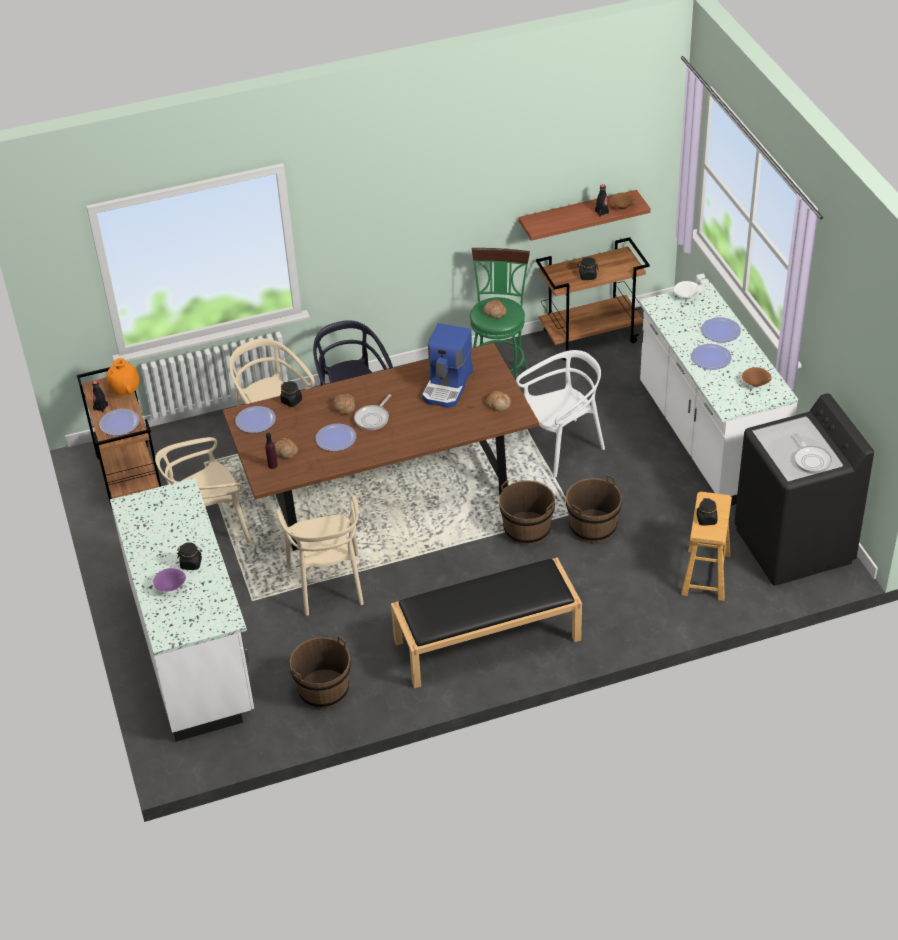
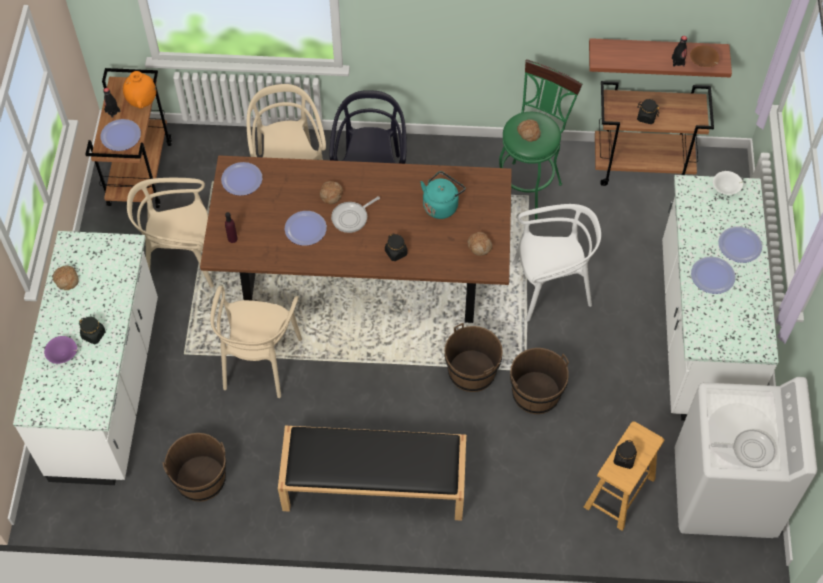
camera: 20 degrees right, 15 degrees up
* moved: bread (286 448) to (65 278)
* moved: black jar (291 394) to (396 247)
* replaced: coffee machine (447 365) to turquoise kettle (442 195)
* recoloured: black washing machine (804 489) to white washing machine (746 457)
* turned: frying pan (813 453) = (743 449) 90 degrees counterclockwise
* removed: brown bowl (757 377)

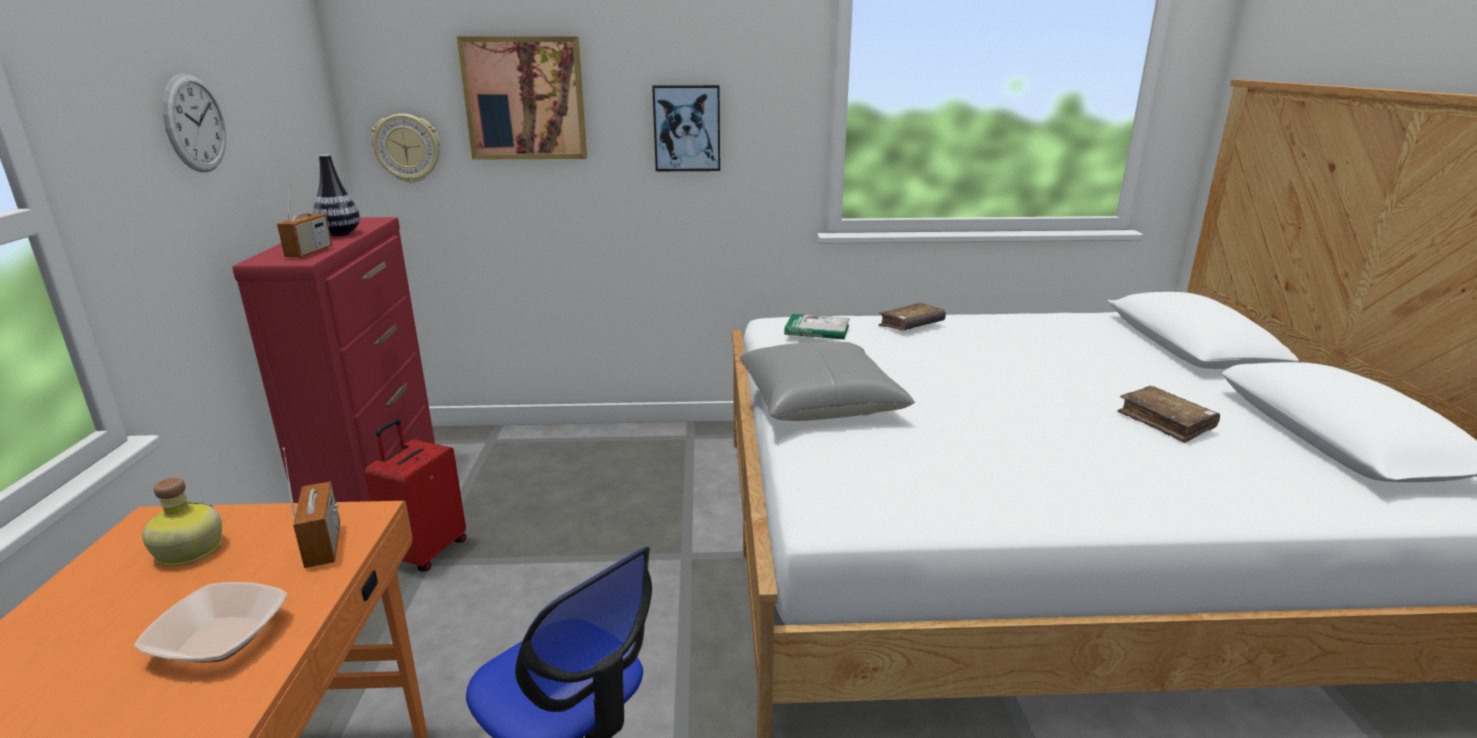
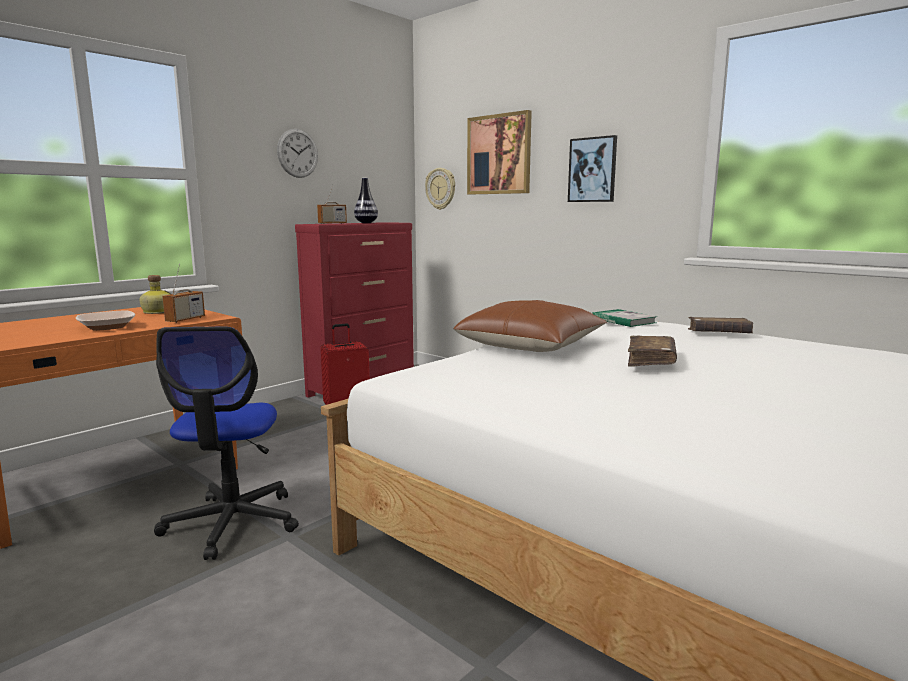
camera: 45 degrees right, 10 degrees down
* recoloured: grey pillow (827 381) to brown pillow (530 326)
* moved: brown book (1168 414) to (652 351)

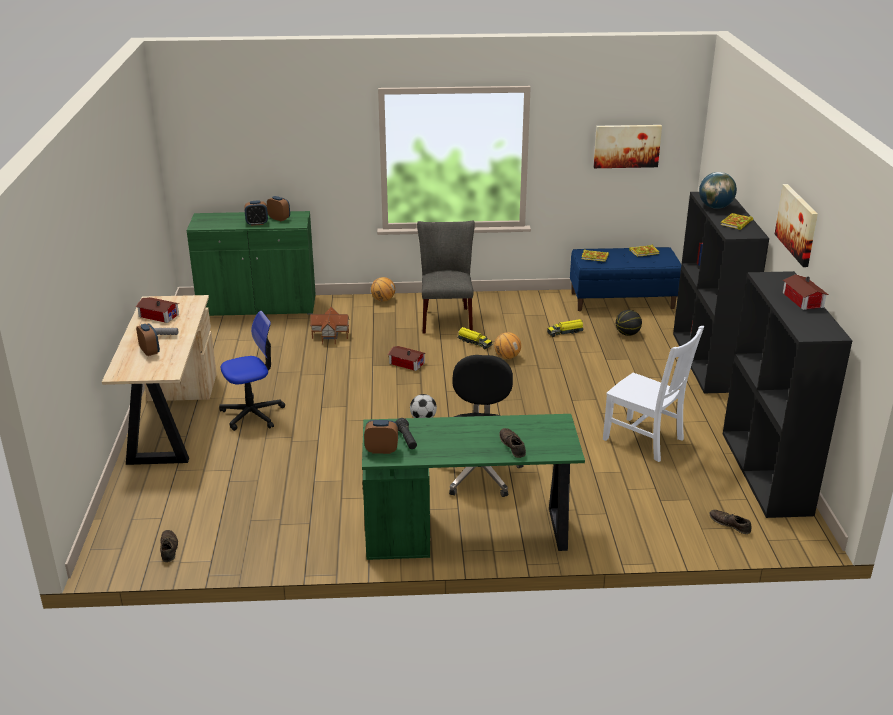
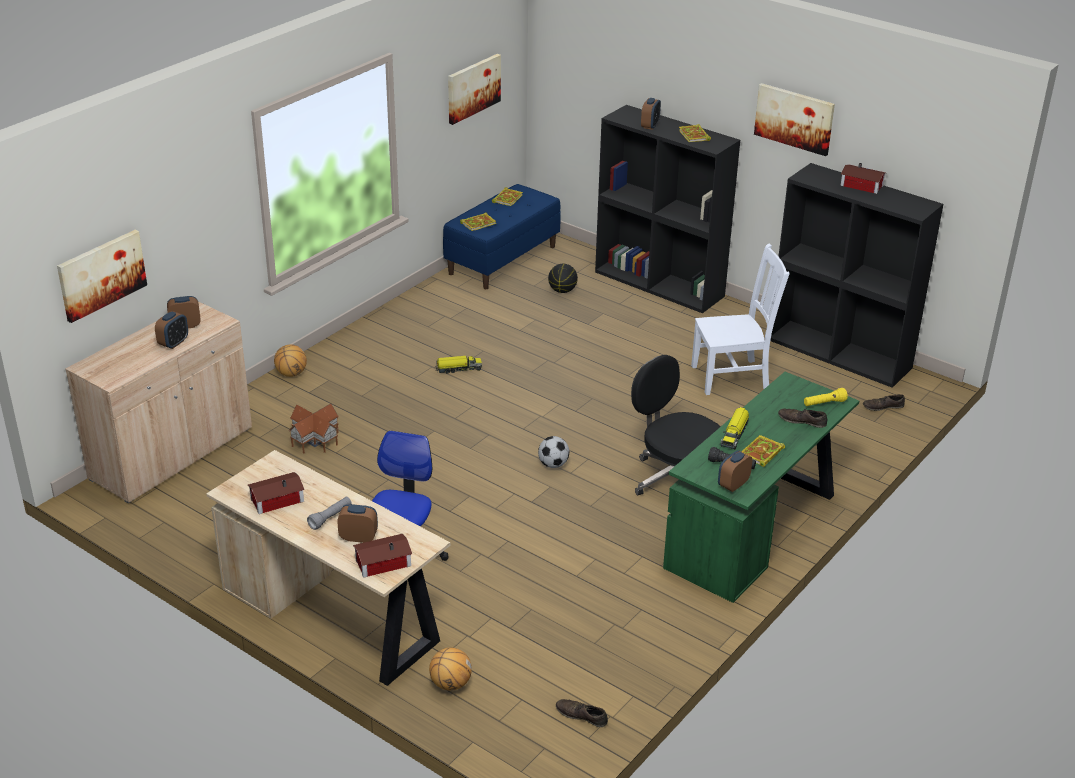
camera: 50 degrees left, 5 degrees up
* added: picture (102 276)
* recoloured: green cabinet (251 263) to beige cabinet (158 402)
* moved: toy house (407 358) to (382 556)
* moved: basketball (507 345) to (450 669)
* replaced: globe (718 190) to alarm clock (651 114)
* moved: toy truck (565 328) to (735 428)
* added: book (763 451)
* added: yellow flashlight (826 397)
* removed: grey chair (446 277)

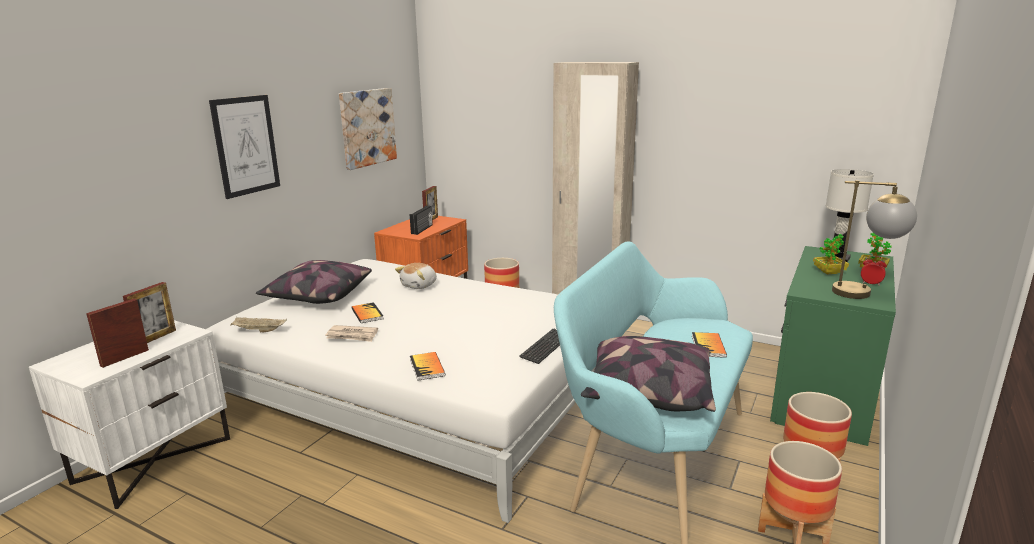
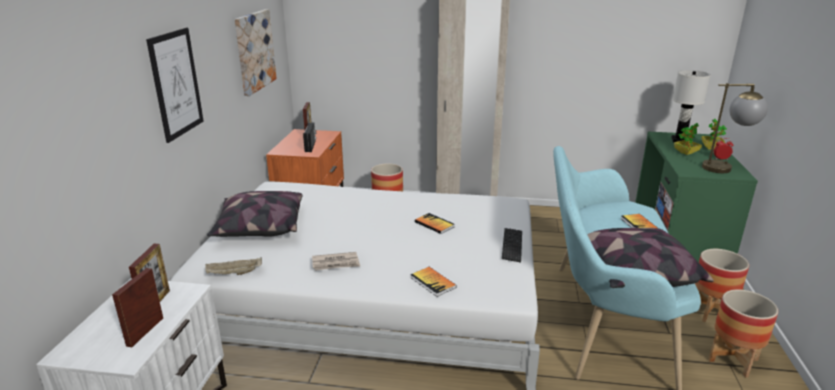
camera: 20 degrees left, 5 degrees up
* moved: book (367 312) to (434 223)
* removed: plush toy (416 276)

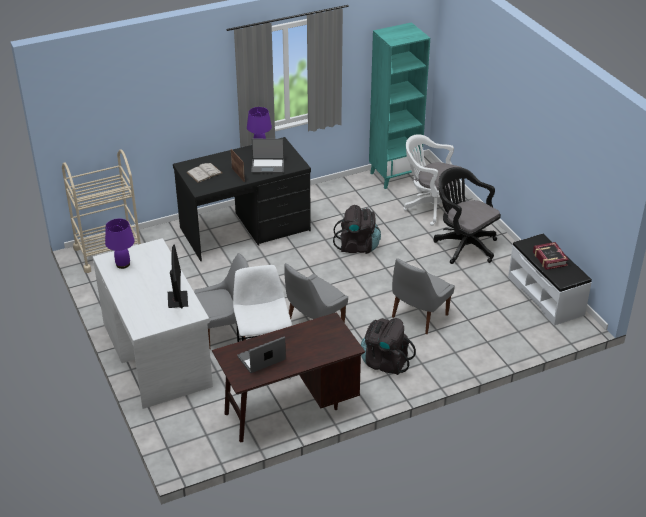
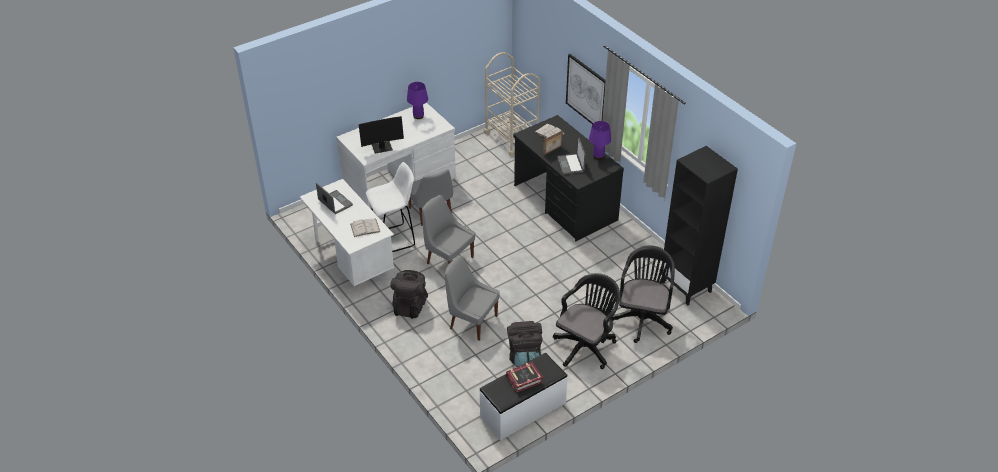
camera: 80 degrees right, 5 degrees up
* recoloured: brown desk (288 377) to white desk (347 232)
* added: white book (365 227)
* moved: black backpack (357 229) to (524 344)
* added: picture (586 89)
* recoloured: white office chair (432 180) to black office chair (643 294)
* recoloured: turquoise bookcase (399 105) to black bookcase (700 225)

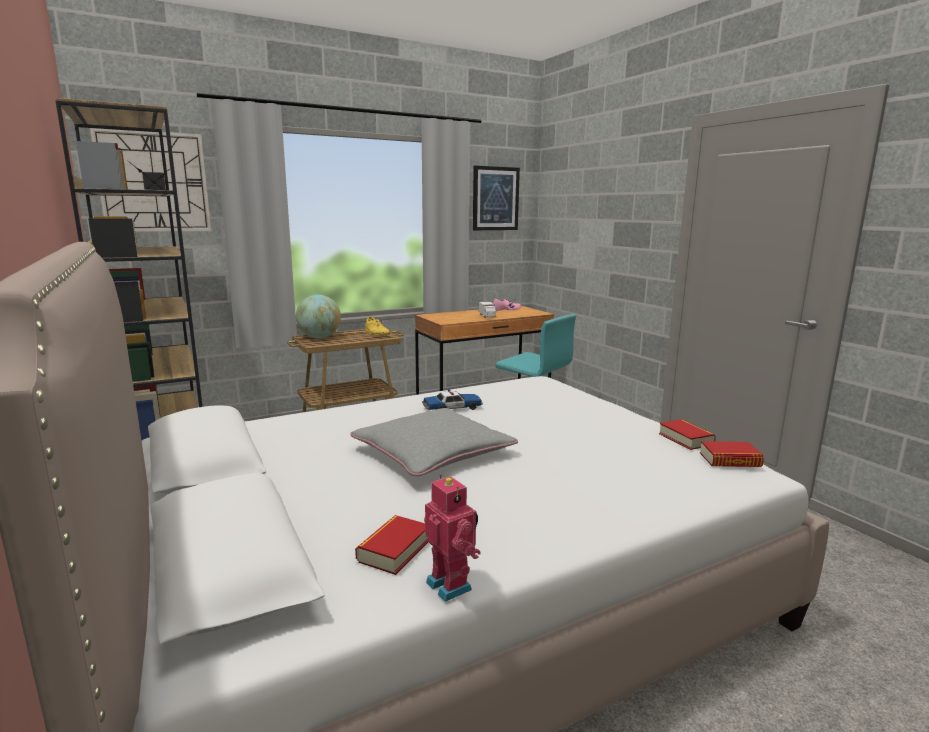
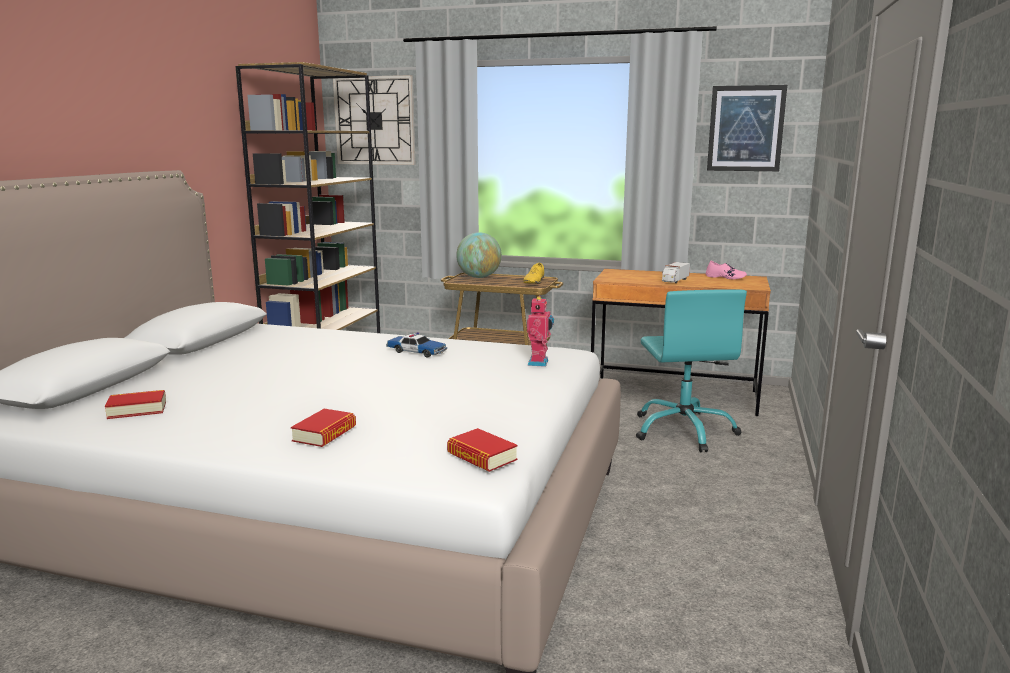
camera: 45 degrees right, 0 degrees up
* moved: book (687 434) to (323 428)
* moved: toy robot (452 538) to (540 331)
* removed: grey pillow (434 442)

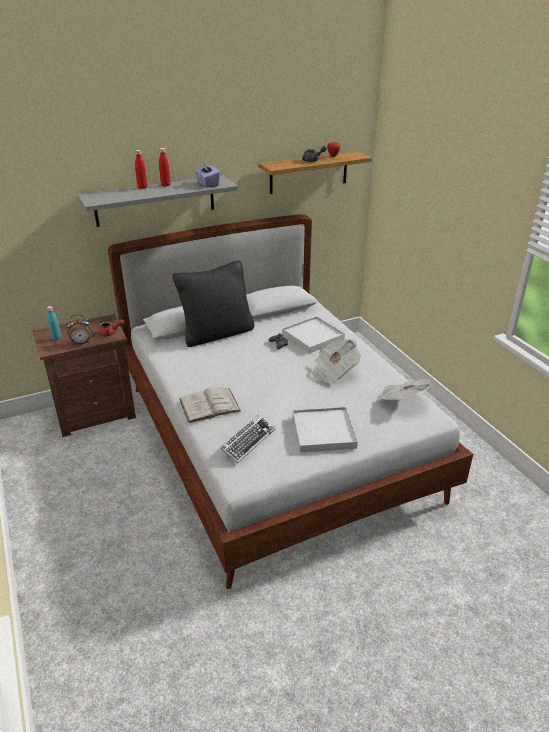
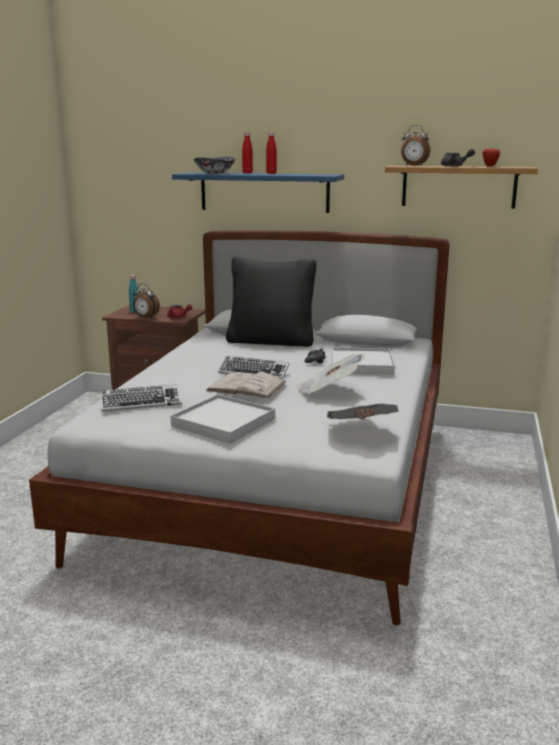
camera: 40 degrees right, 15 degrees down
* recoloured: grey shelf (158 201) to blue shelf (258 192)
* added: bowl (214 165)
* moved: white book (210 405) to (246 385)
* added: keyboard (253 367)
* added: alarm clock (415 145)
* removed: purple tissue box (207 175)

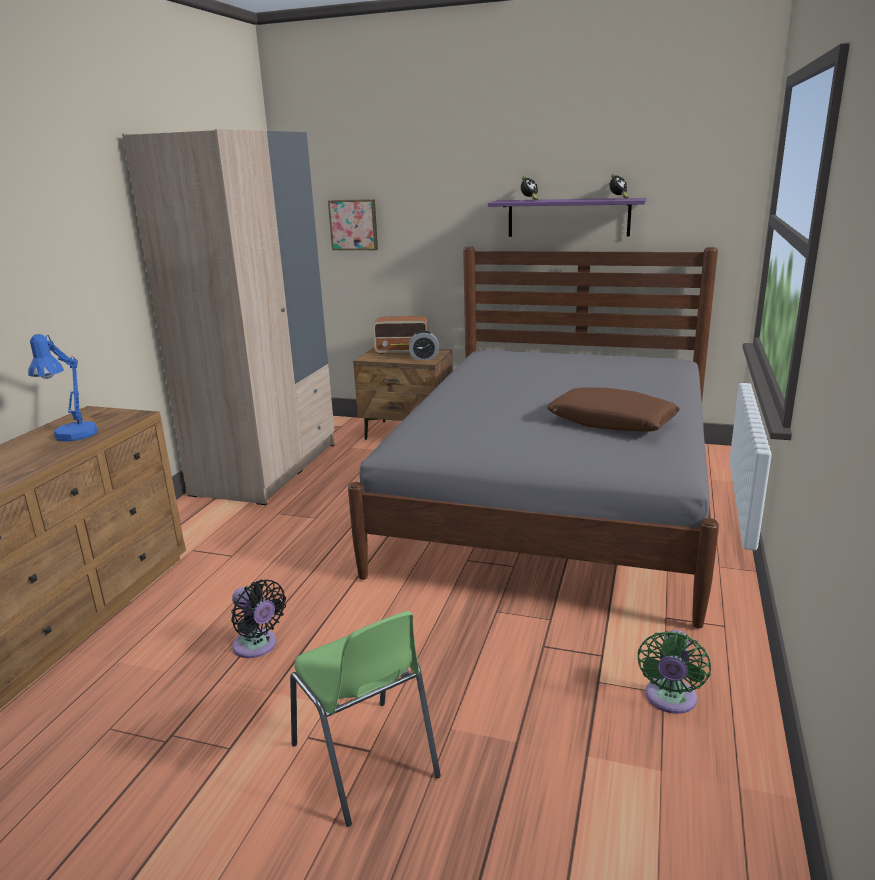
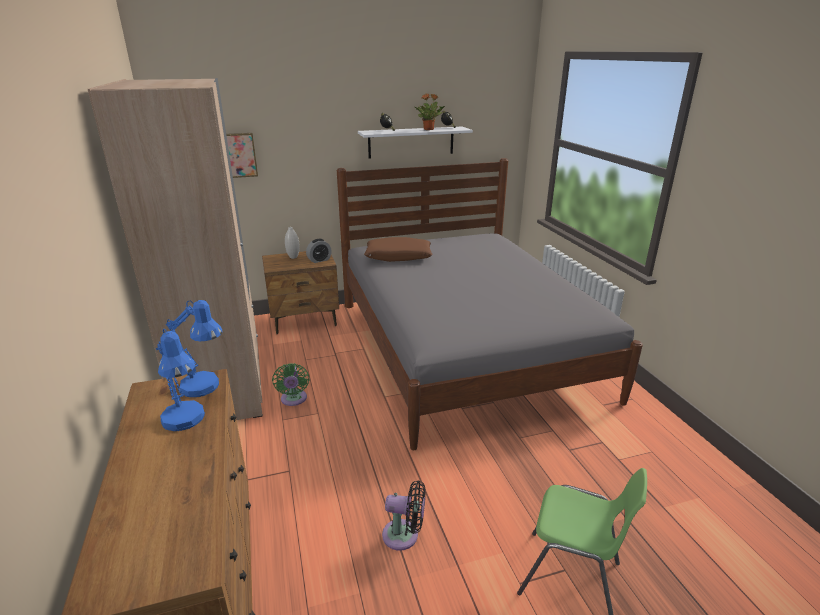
camera: 35 degrees left, 5 degrees up
* added: blue table lamp (194 348)
* moved: green fan (674 672) to (291 384)
* replaced: radio (401 335) to white vase (292 243)
* recoloured: purple shelf (567 217) to white shelf (415 142)
* moved: brown pillow (613 409) to (398 249)
* added: potted plant (430 112)

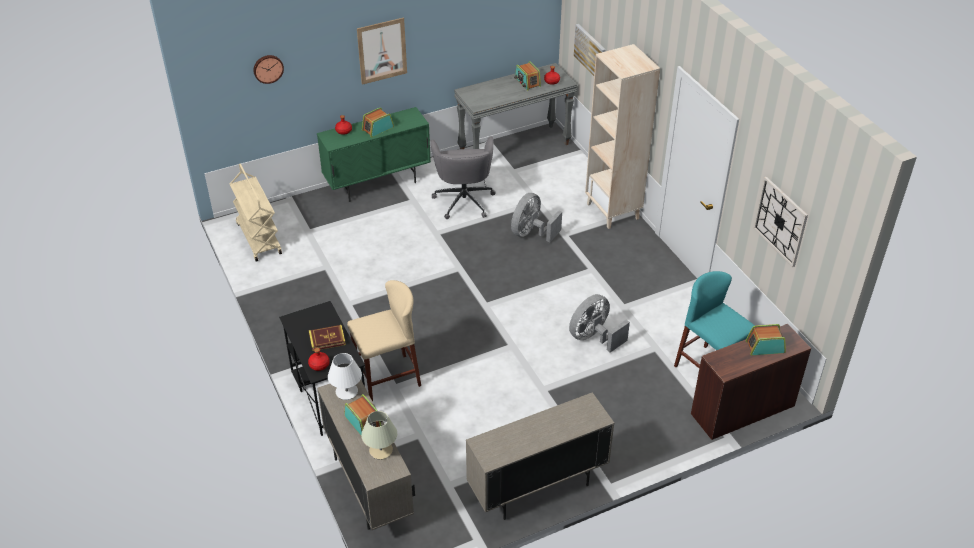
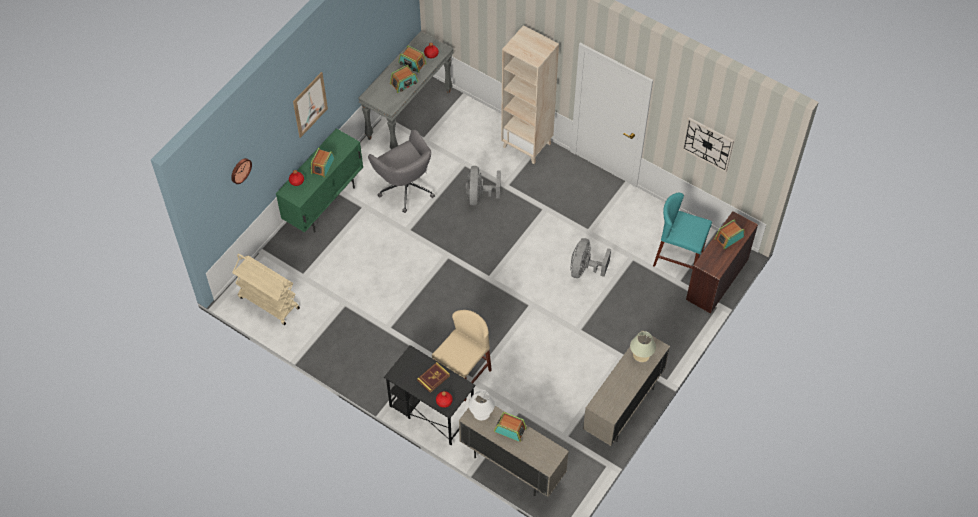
camera: 30 degrees left, 15 degrees up
* added: radio (404 79)
* moved: beige table lamp (379 435) to (643 346)
* removed: picture (590 50)

